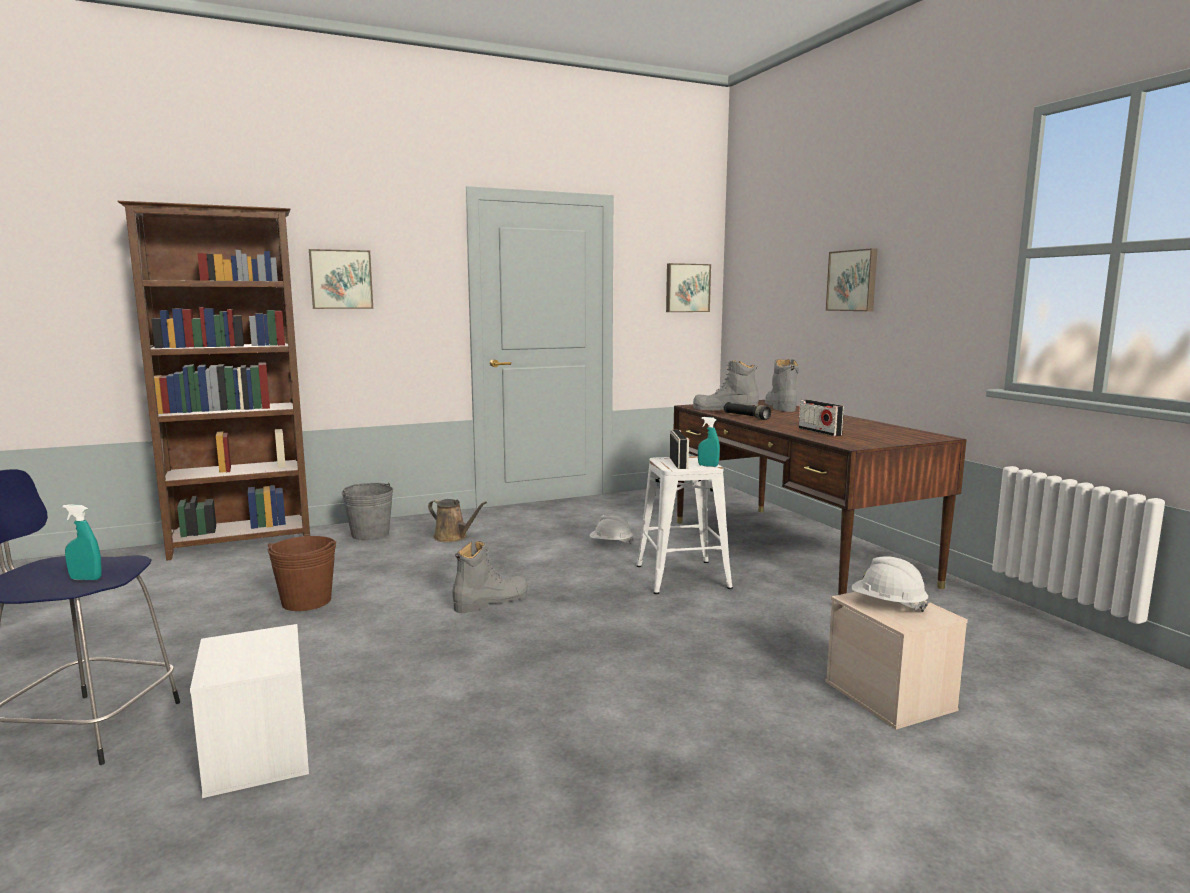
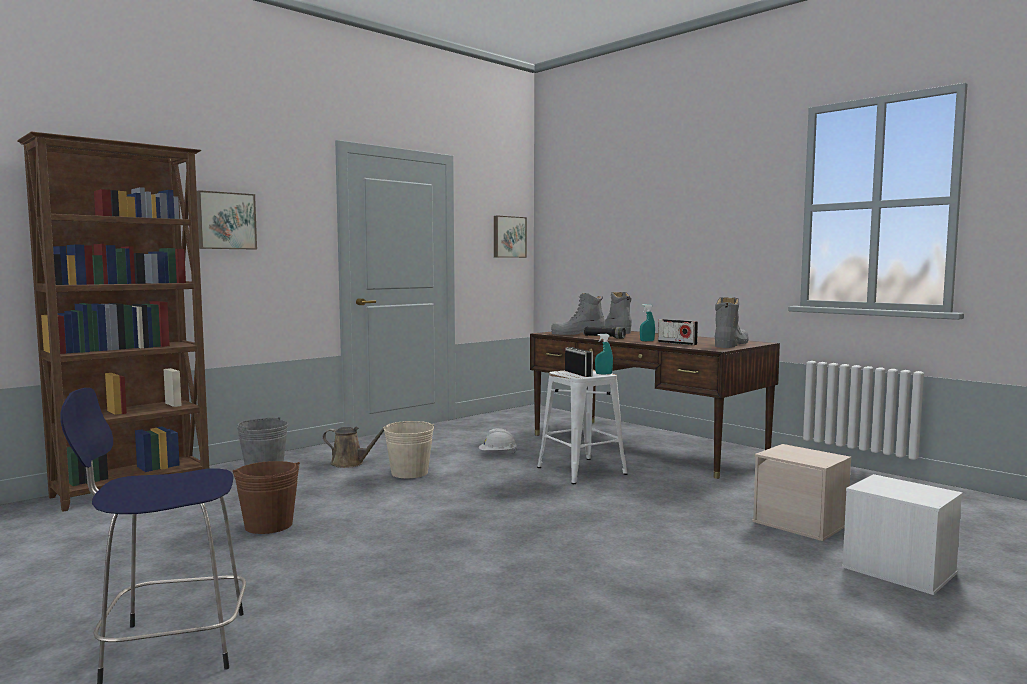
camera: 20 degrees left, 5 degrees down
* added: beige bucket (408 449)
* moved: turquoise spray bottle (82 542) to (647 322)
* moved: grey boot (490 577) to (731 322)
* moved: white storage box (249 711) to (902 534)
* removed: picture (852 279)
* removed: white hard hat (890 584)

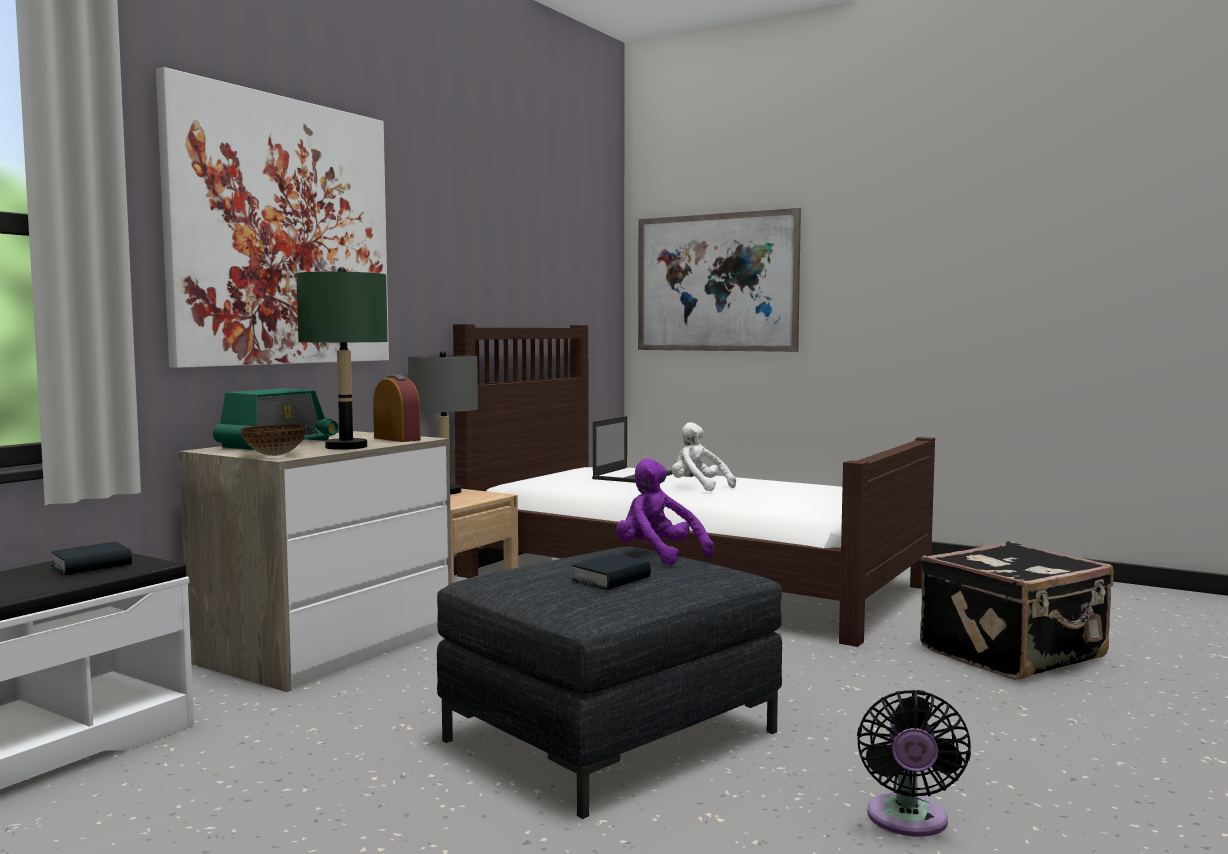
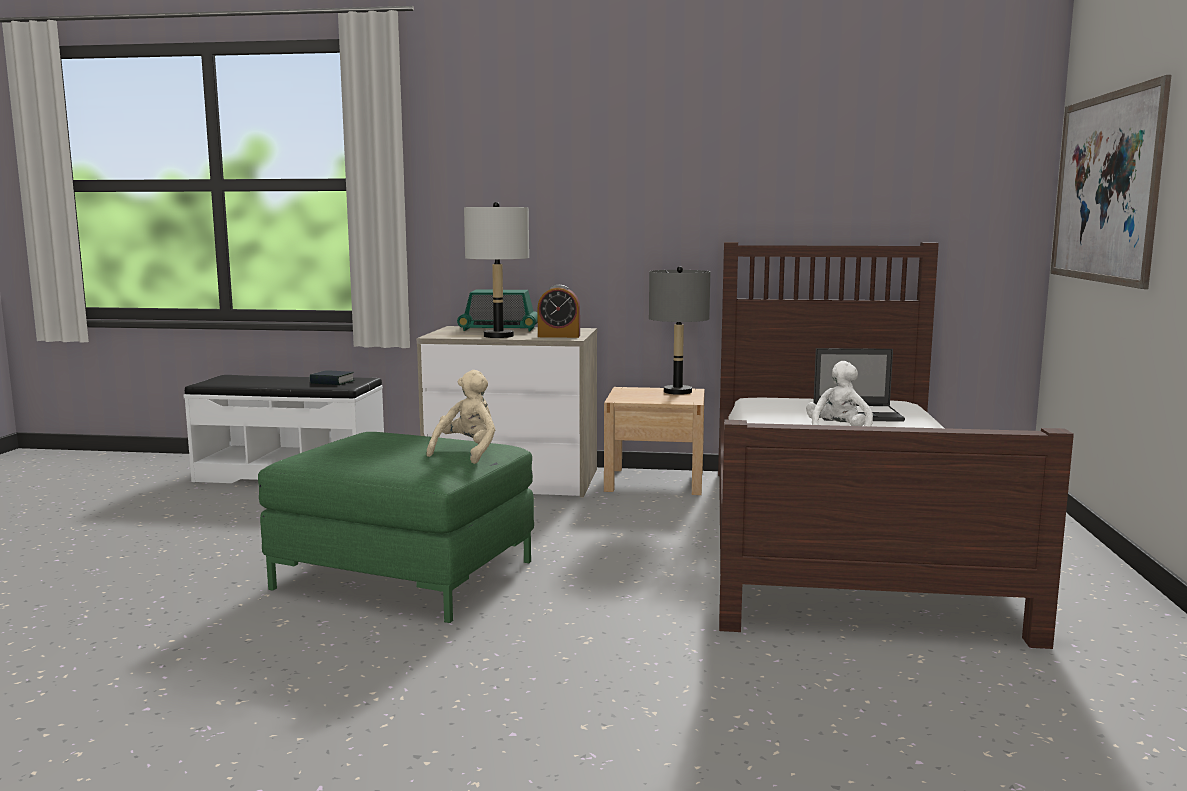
camera: 65 degrees right, 5 degrees up
* recoloured: grey ottoman (609 683) to green ottoman (396 527)
* recoloured: purple plush toy (665 511) to beige plush toy (460 417)
* recoloured: green table lamp (342 358) to grey table lamp (496 270)
* turned: alarm clock (397 408) = (558 311) 75 degrees clockwise
* removed: picture (272 217)
* removed: bowl (274 440)
* removed: book (611 572)
* removed: black fan (914 763)
* removed: black suitcase (1017 610)

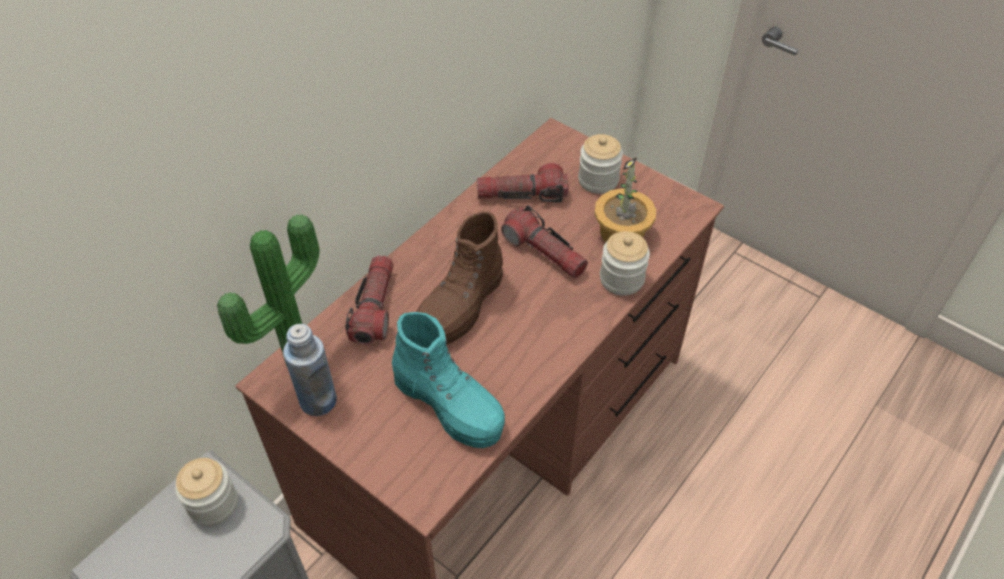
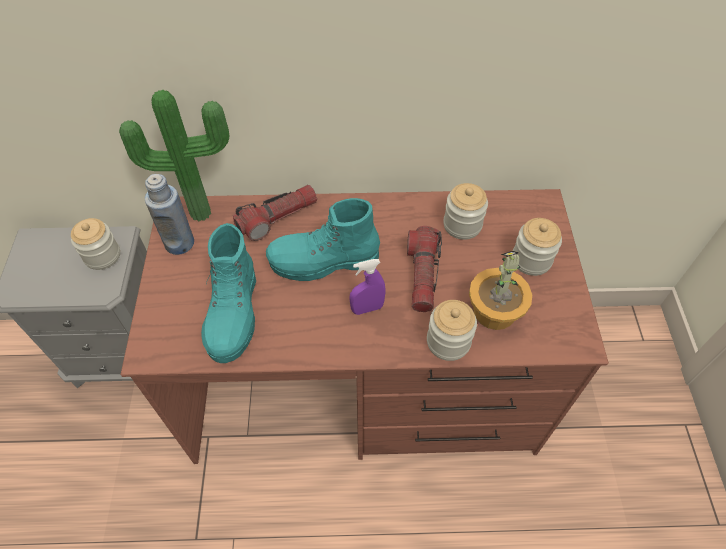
camera: 50 degrees right, 5 degrees up
* recoloured: brown boot (460 278) to turquoise boot (323 239)
* added: purple spray bottle (367 287)
* replaced: flashlight (523 183) to jar (465 211)

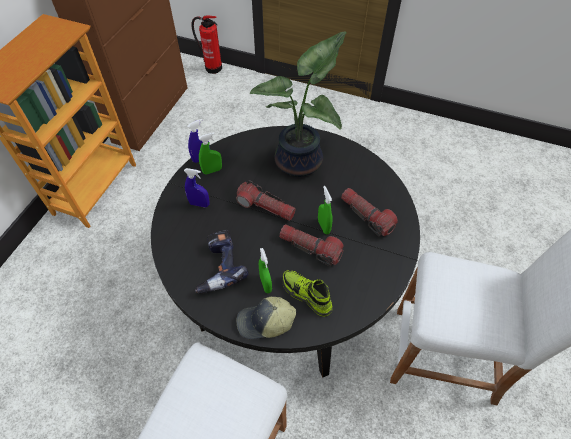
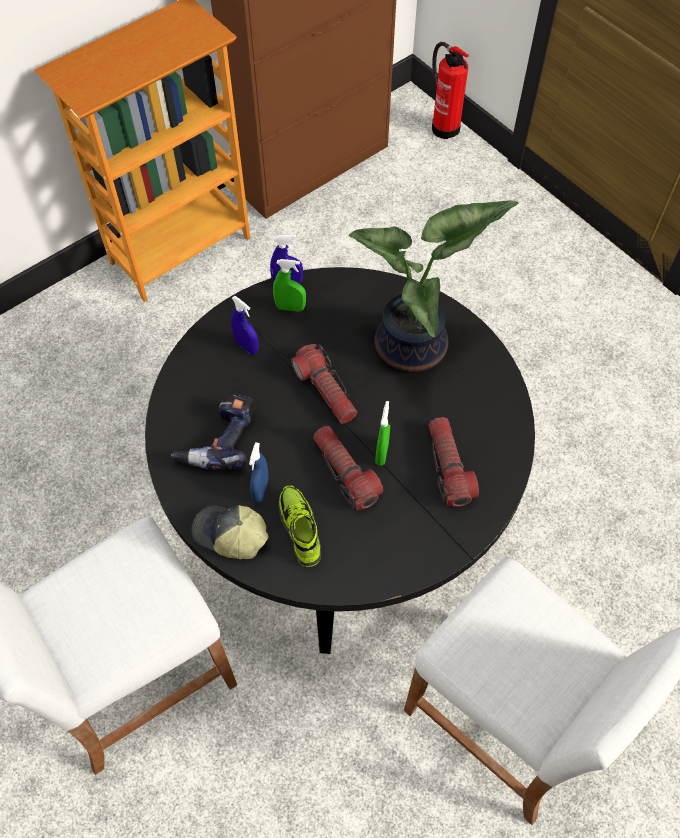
camera: 30 degrees right, 5 degrees up
* recoloured: green spray bottle (265 270) to blue spray bottle (258 472)

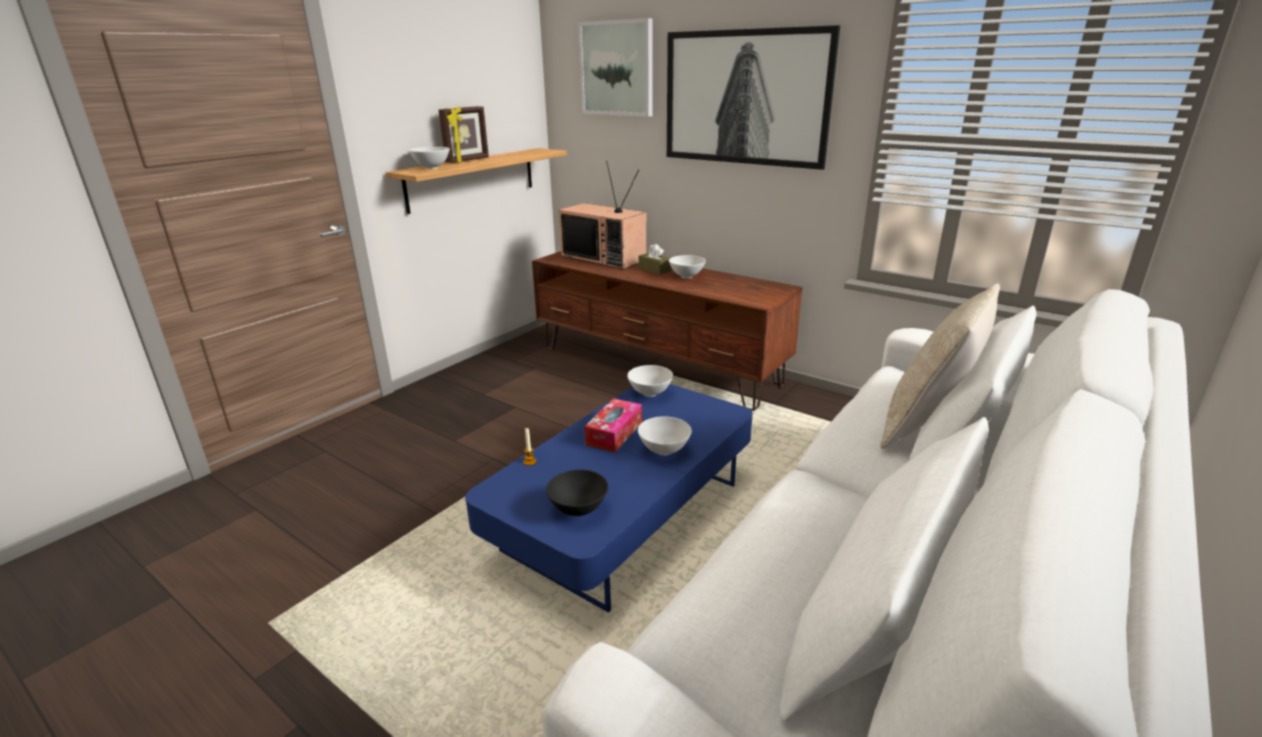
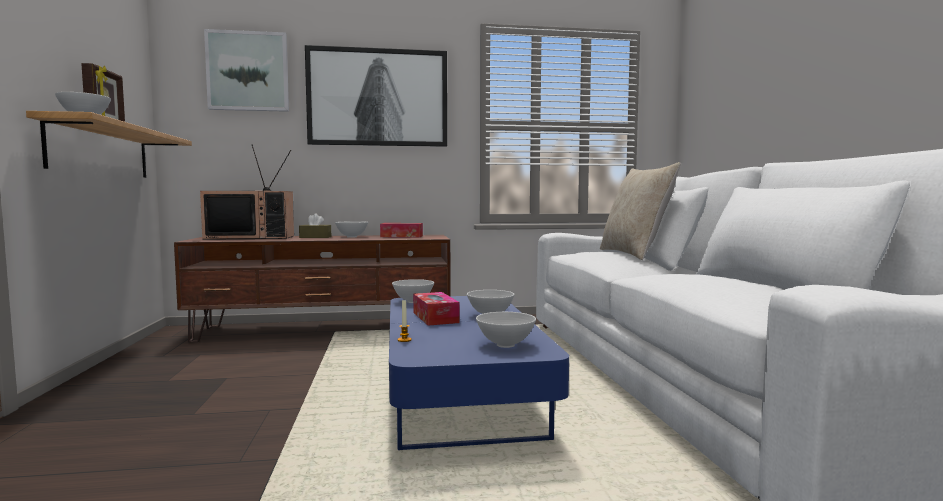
camera: 45 degrees left, 20 degrees down
* added: tissue box (401 230)
* recoloured: black bowl (577 492) to white bowl (506 330)

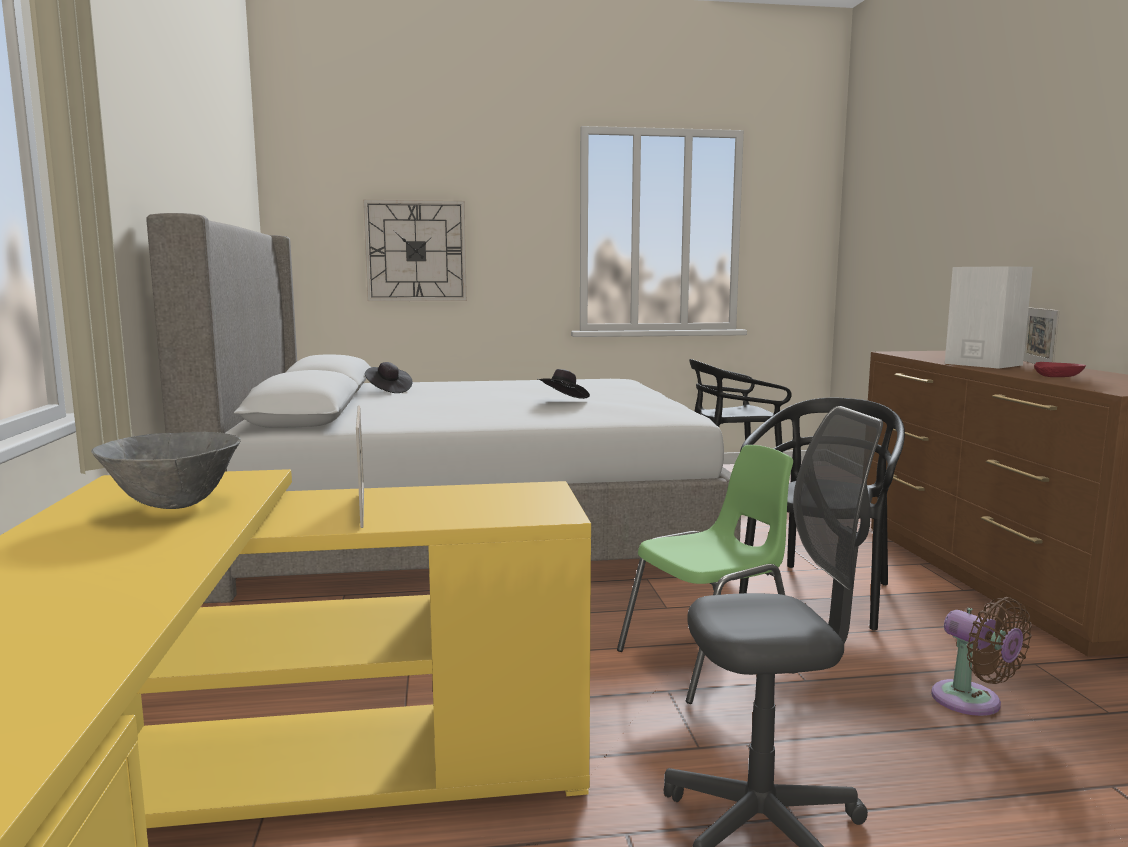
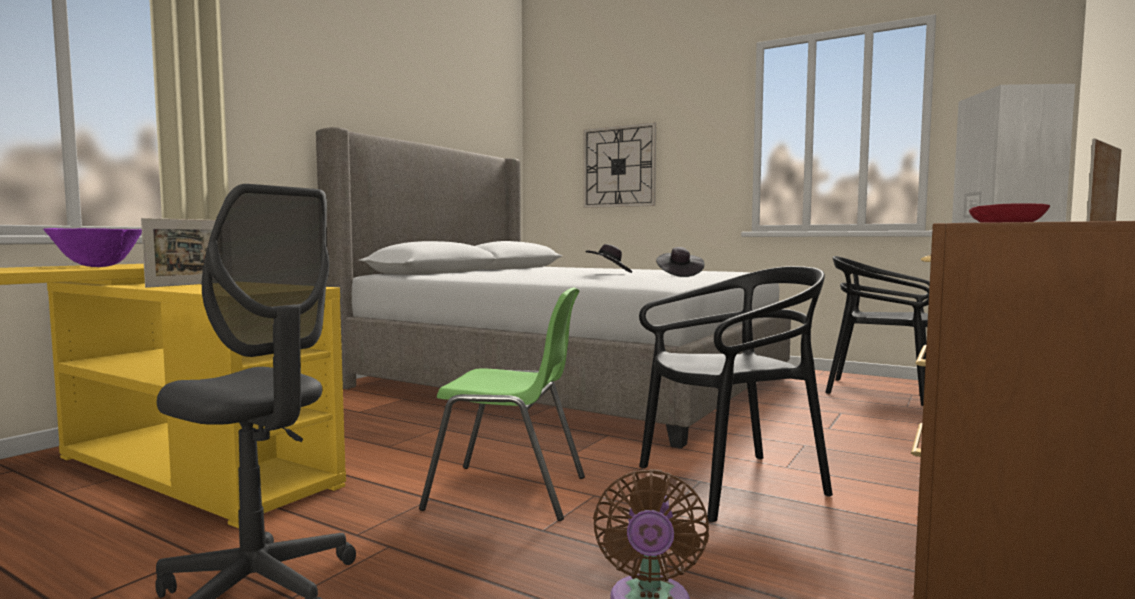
camera: 40 degrees right, 5 degrees down
* recoloured: grey bowl (166 470) to purple bowl (92 247)
* moved: black hat (388 377) to (680 262)

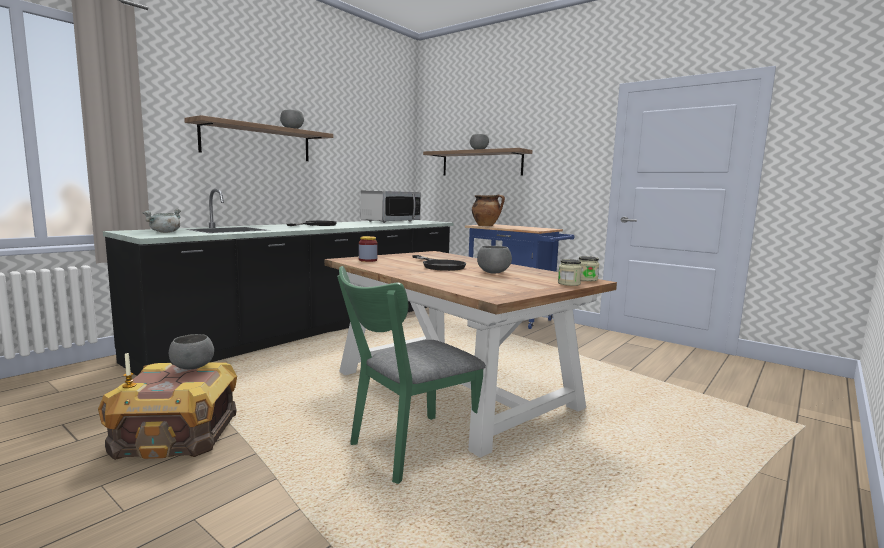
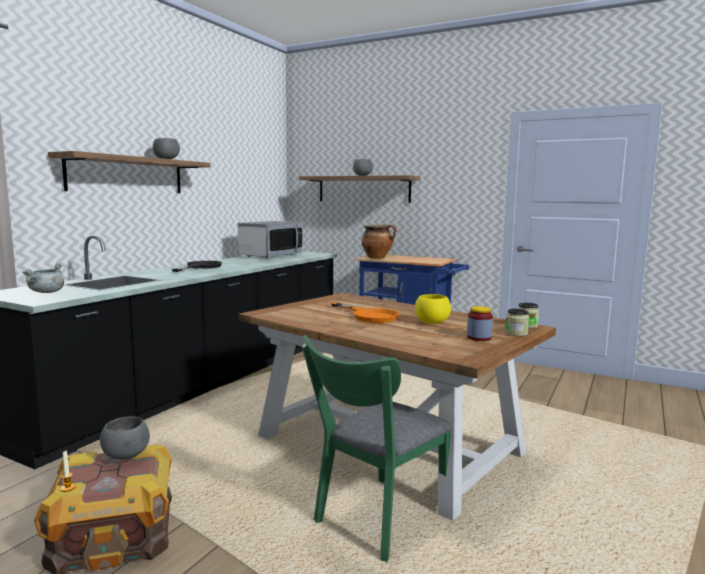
camera: 10 degrees left, 0 degrees up
* recoloured: black frying pan (439 263) to orange frying pan (365 313)
* recoloured: grey bowl (494 260) to yellow bowl (433 309)
* moved: jar (368 249) to (480 323)

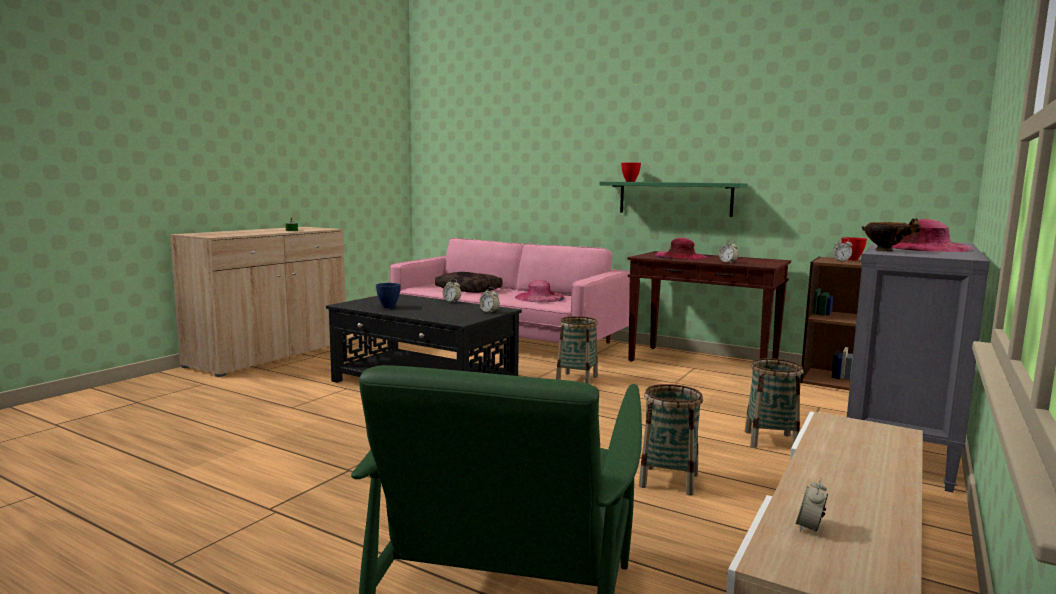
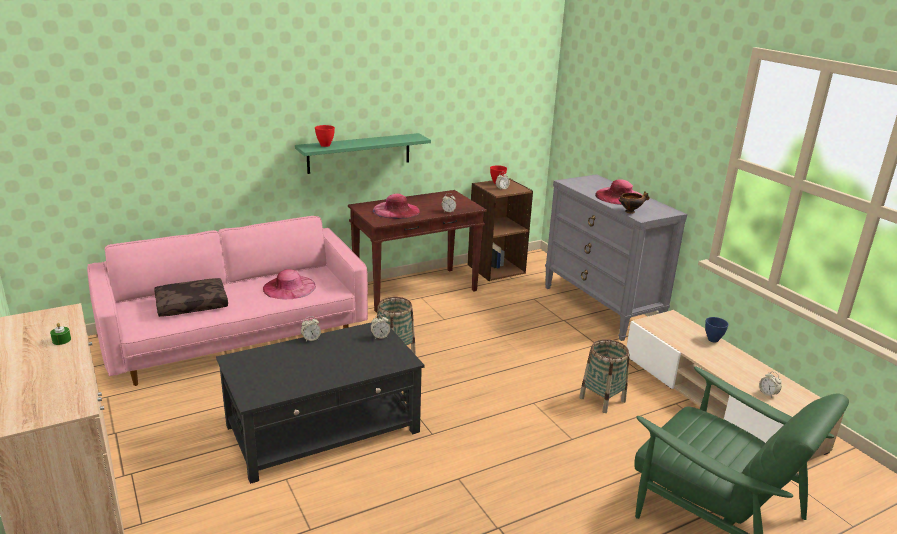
camera: 60 degrees left, 15 degrees up
* moved: blue bowl (388 295) to (717 330)
* removed: basket (774 403)

